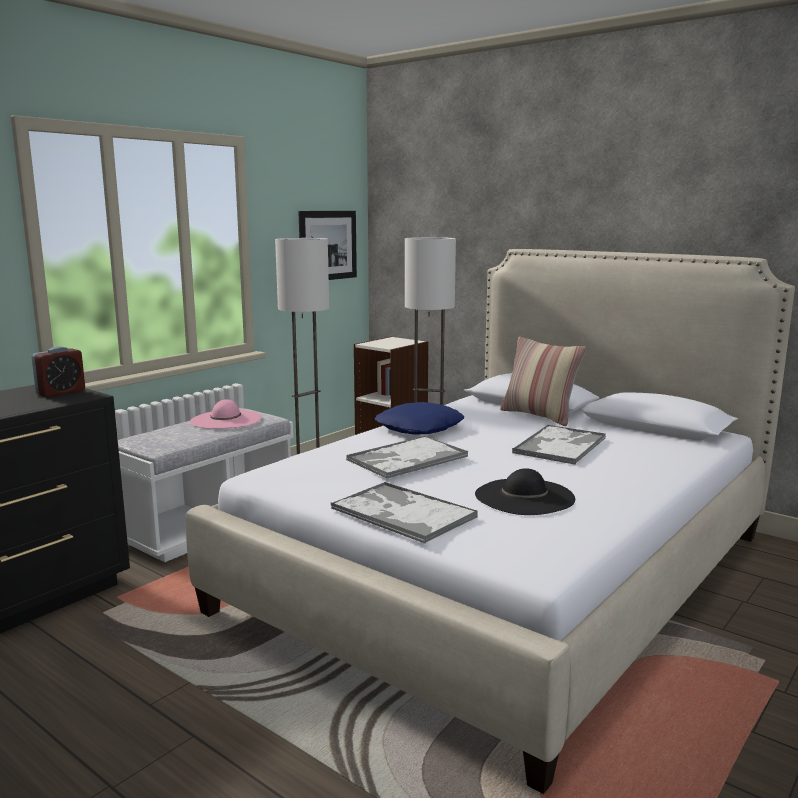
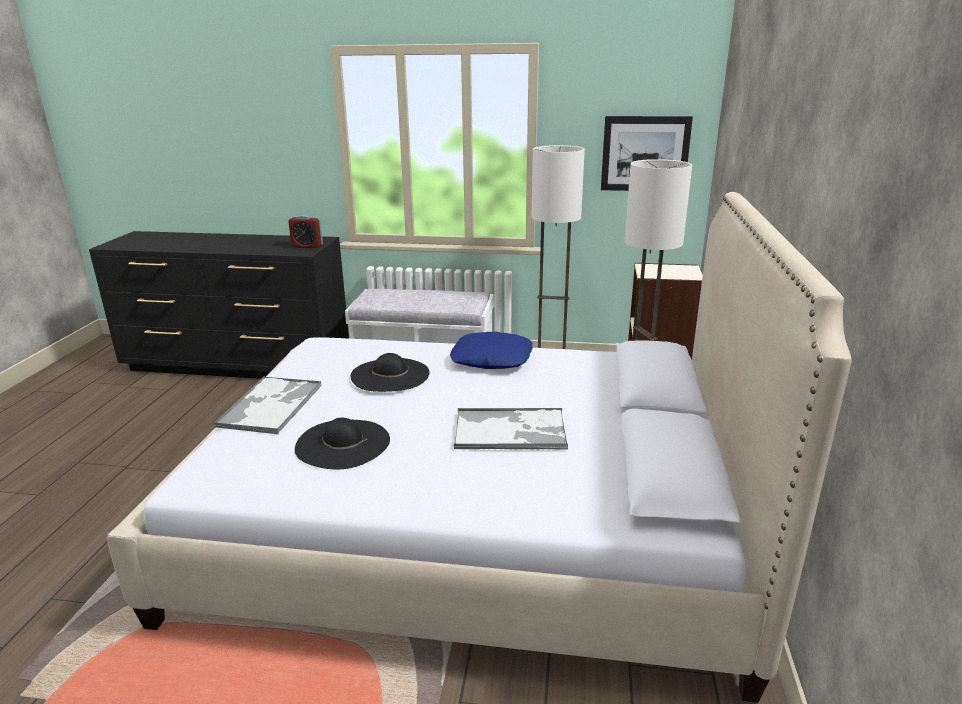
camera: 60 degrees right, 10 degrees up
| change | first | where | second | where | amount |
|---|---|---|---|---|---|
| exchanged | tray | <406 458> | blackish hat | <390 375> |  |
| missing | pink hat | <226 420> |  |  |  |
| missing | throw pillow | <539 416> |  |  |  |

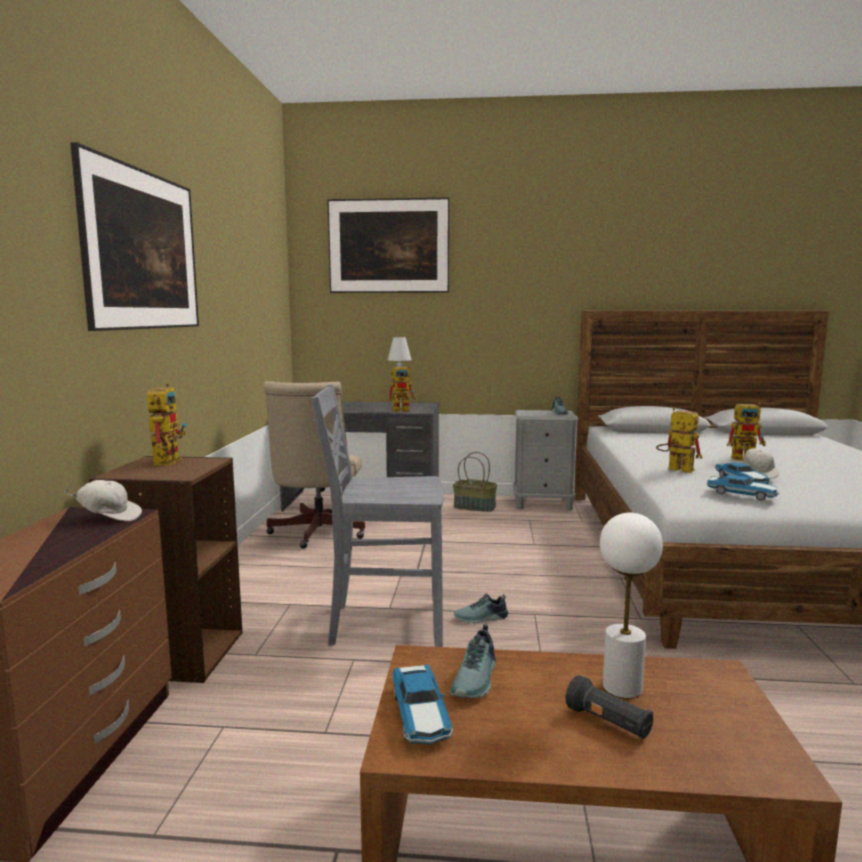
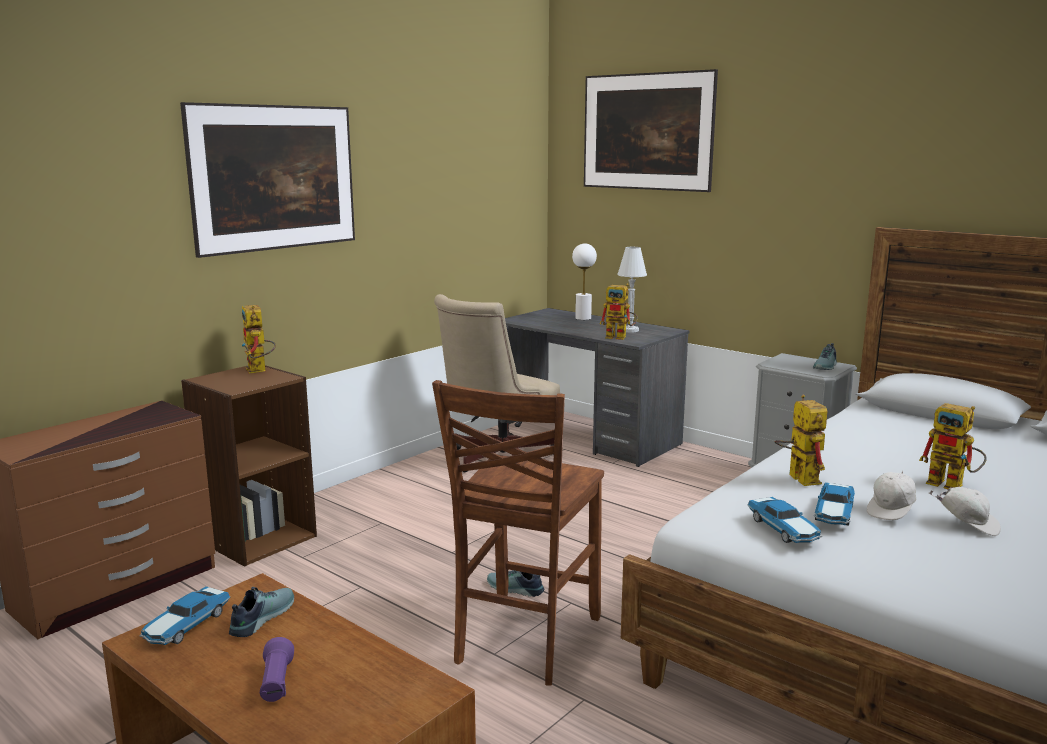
camera: 35 degrees right, 5 degrees up
| change | first | where | second | where | amount |
|---|---|---|---|---|---|
| spun | item of footwear | <477 679> |  | <260 618> | 150 degrees clockwise |
| spun | robot figure | <167 460> |  | <259 371> | 120 degrees clockwise |
| colour | blackish torch | <609 723> | purple-coloured torch | <276 683> |  |
| appeared |  |  | brown upright chair | <524 640> |  |
| relocated | white-coloured table lamp | <621 687> |  | <583 318> |  |
| relocated | white-coloured peaked cap | <109 517> |  | <967 525> |  |
| missing | gray upright chair | <384 624> |  |  |  |
| missing | basket | <475 507> |  |  |  |

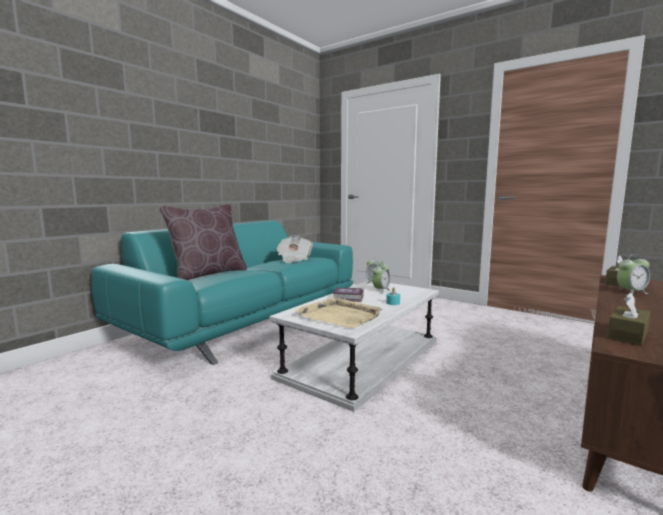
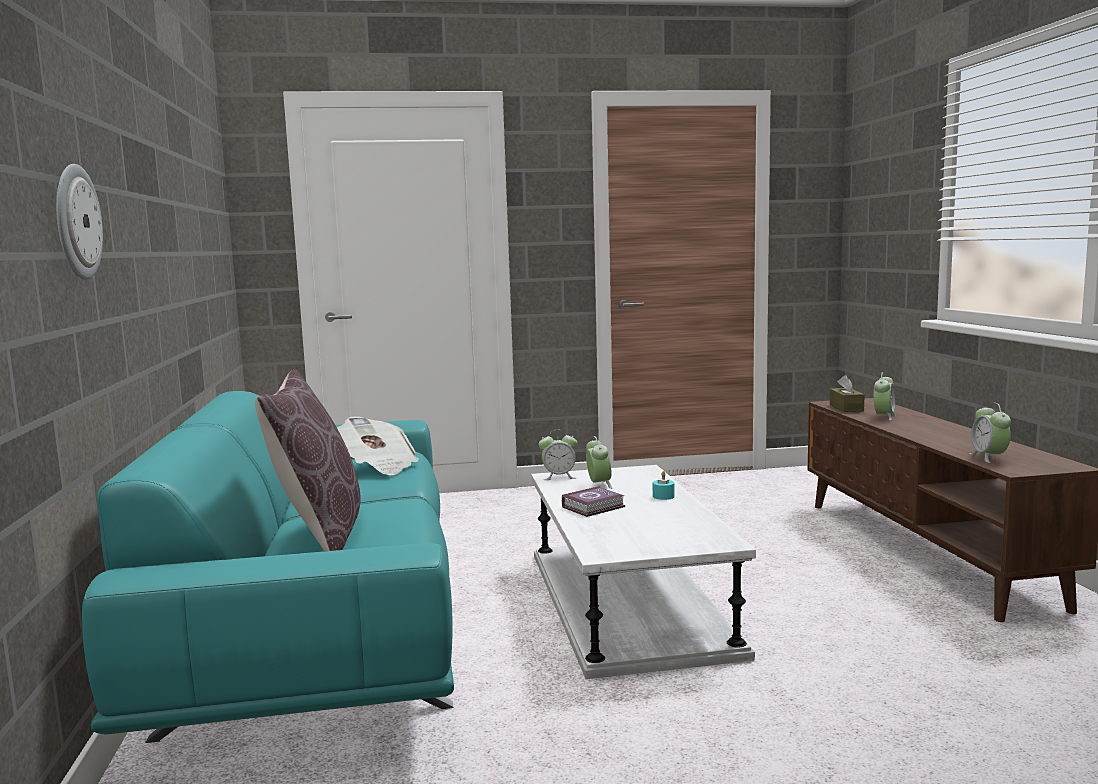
camera: 45 degrees left, 0 degrees up
| change | first | where | second | where | amount |
|---|---|---|---|---|---|
| appeared |  |  | wall clock | <76 222> |  |
| exchanged | brown box of tissues | <627 335> | table clock | <989 457> |  |
| missing | beige tray | <340 315> |  |  |  |

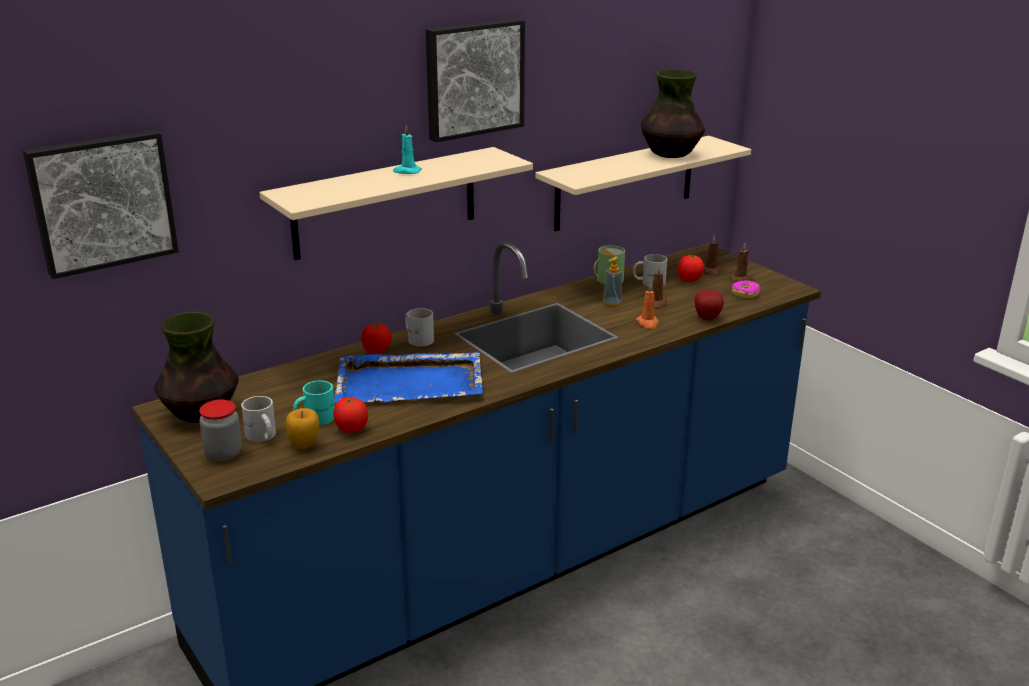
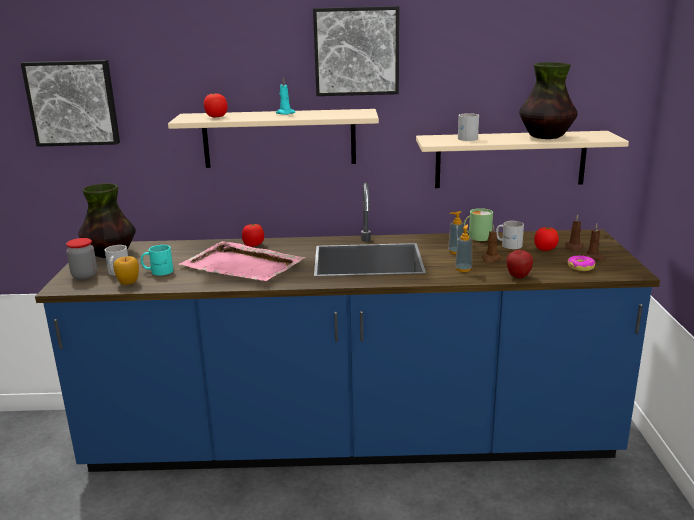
camera: 35 degrees right, 5 degrees down
| change | first | where | second | where | amount |
|---|---|---|---|---|---|
| colour | blue-coloured tray | <411 382> | pink tray | <243 266> |  |
| relocated | whole tomato | <351 429> |  | <216 117> |  |
| exchanged | orange wax candle | <647 323> | soap bottle | <463 269> |  |
| relocated | white-coloured tea mug | <418 338> |  | <467 138> |  |

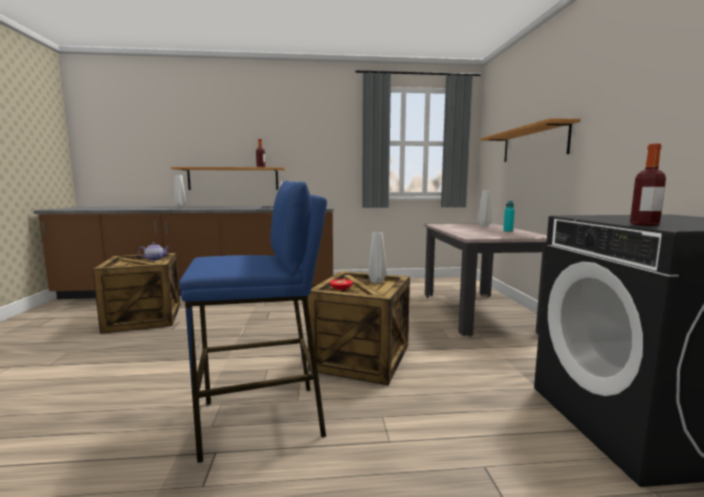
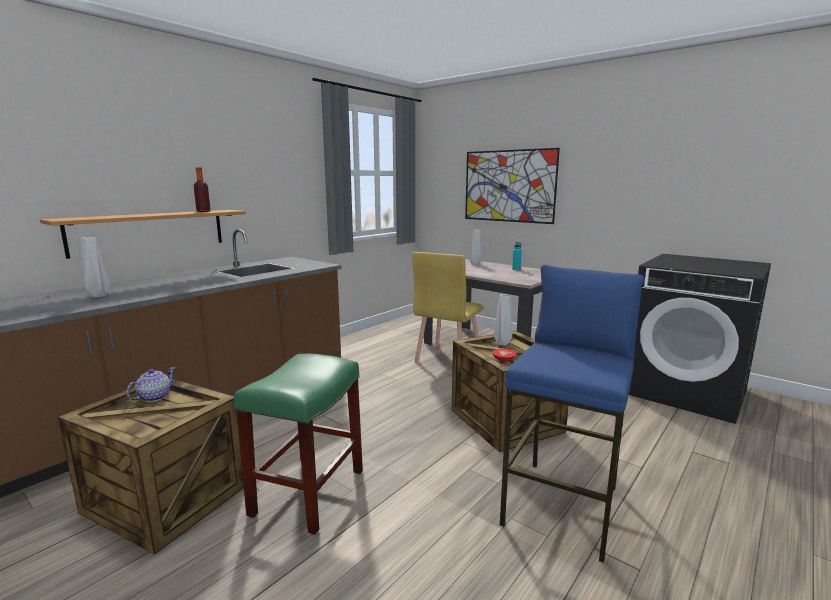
camera: 45 degrees left, 5 degrees up
| change | first | where | second | where | amount |
|---|---|---|---|---|---|
| appeared |  |  | greenish sitting stool | <308 491> |  |
| appeared |  |  | yellow upright chair | <447 358> |  |
| exchanged | shelf | <533 144> | picture | <508 186> |  |
| missing | drink bottle | <644 224> |  |  |  |

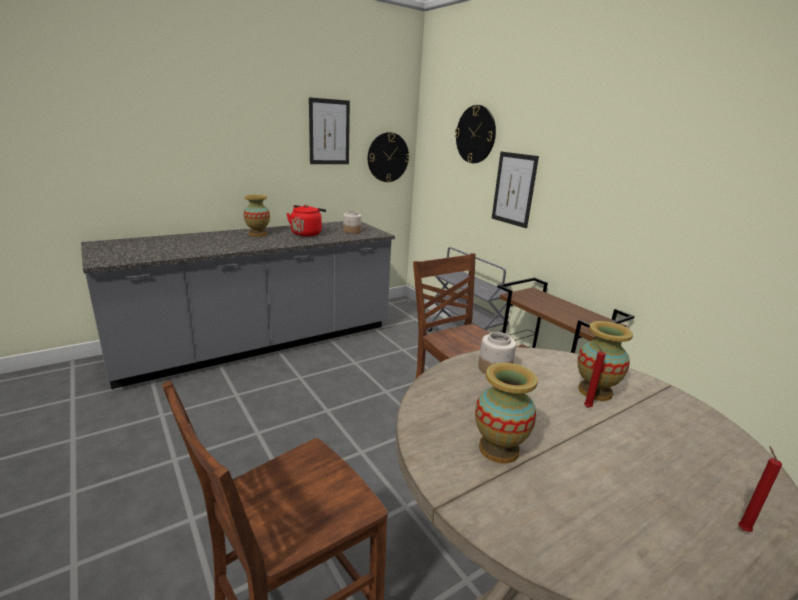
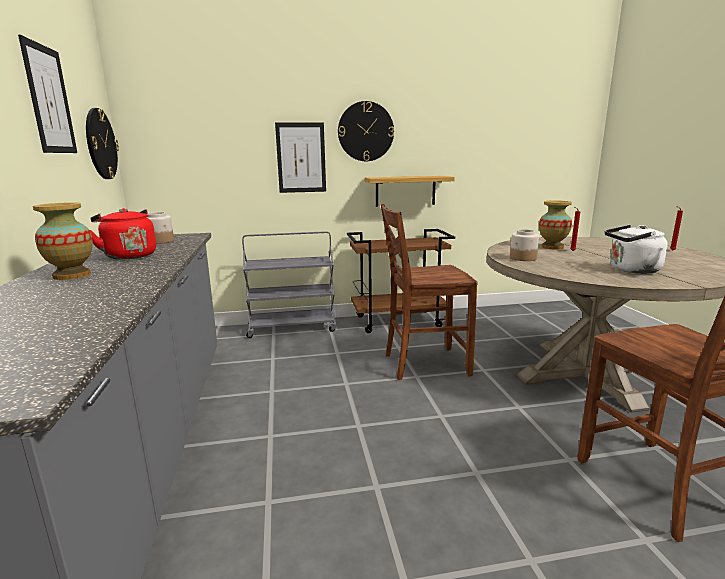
camera: 65 degrees left, 5 degrees down
| change | first | where | second | where | amount |
|---|---|---|---|---|---|
| relocated | wall clock | <475 134> |  | <365 131> |  |
| appeared |  |  | shelf | <405 191> |  |
| exchanged | flower vase | <498 449> | white-coloured kettle | <631 270> |  |

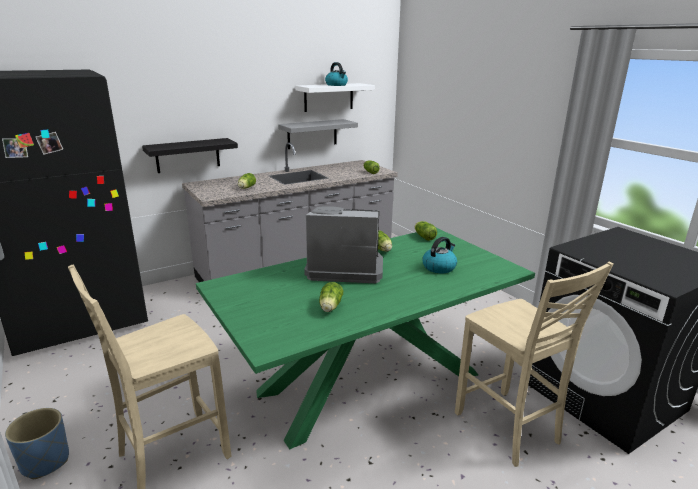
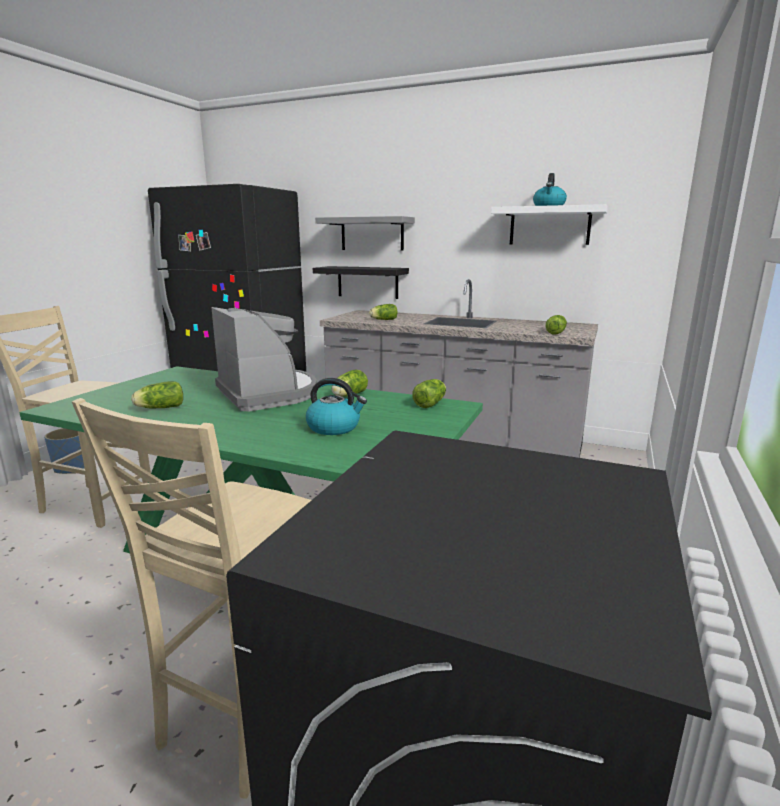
camera: 55 degrees right, 5 degrees down
| change | first | where | second | where | amount |
|---|---|---|---|---|---|
| relocated | gray shelf | <312 134> |  | <372 234> |  |

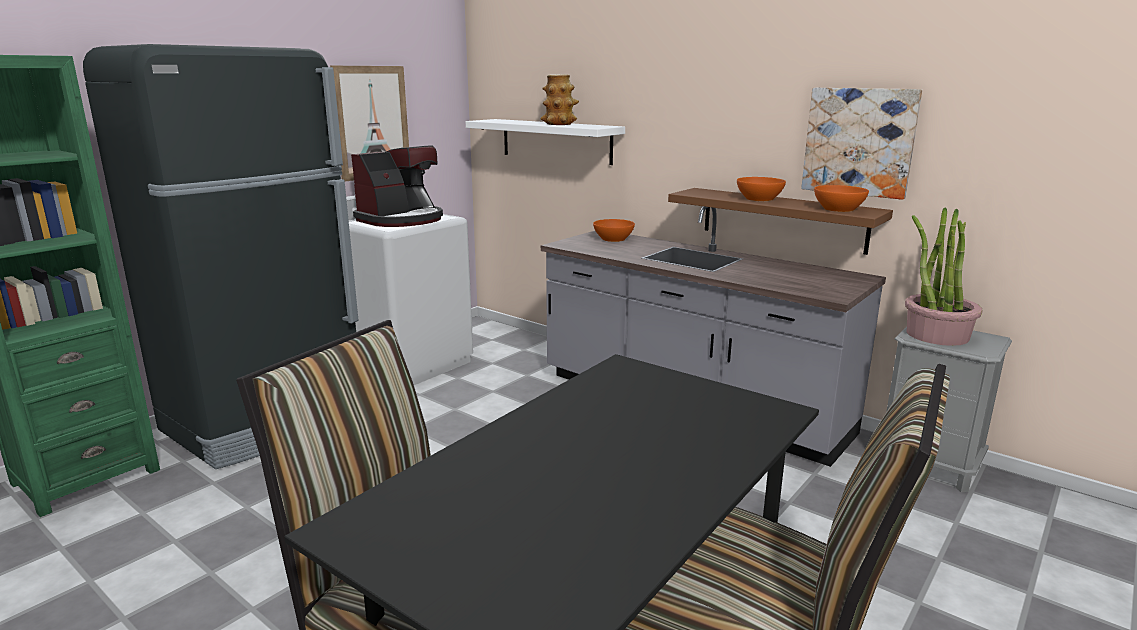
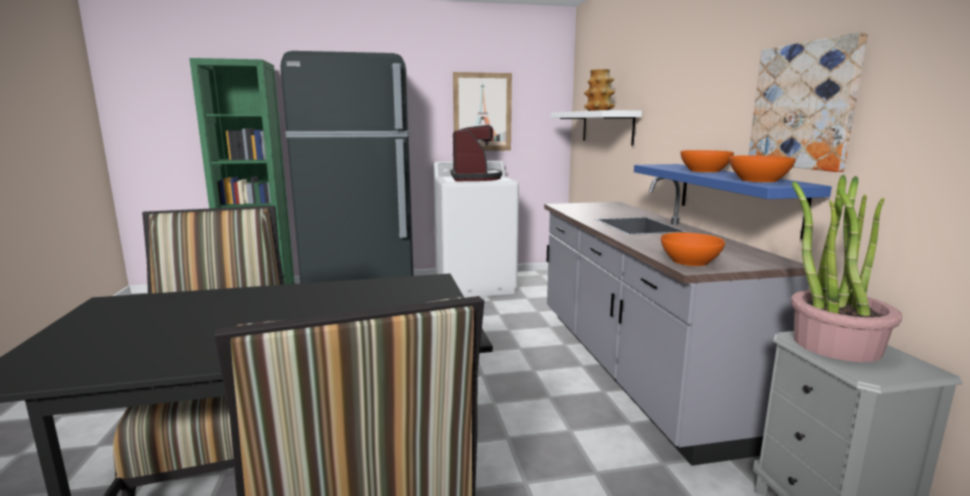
camera: 40 degrees right, 5 degrees down
| change | first | where | second | where | amount |
|---|---|---|---|---|---|
| spun | coffee brewer | <402 220> |  | <475 178> | 90 degrees counterclockwise |
| colour | brown shelf | <782 219> | blue-coloured shelf | <736 196> |  |
| relocated | orange deep dish | <613 239> |  | <690 261> |  |

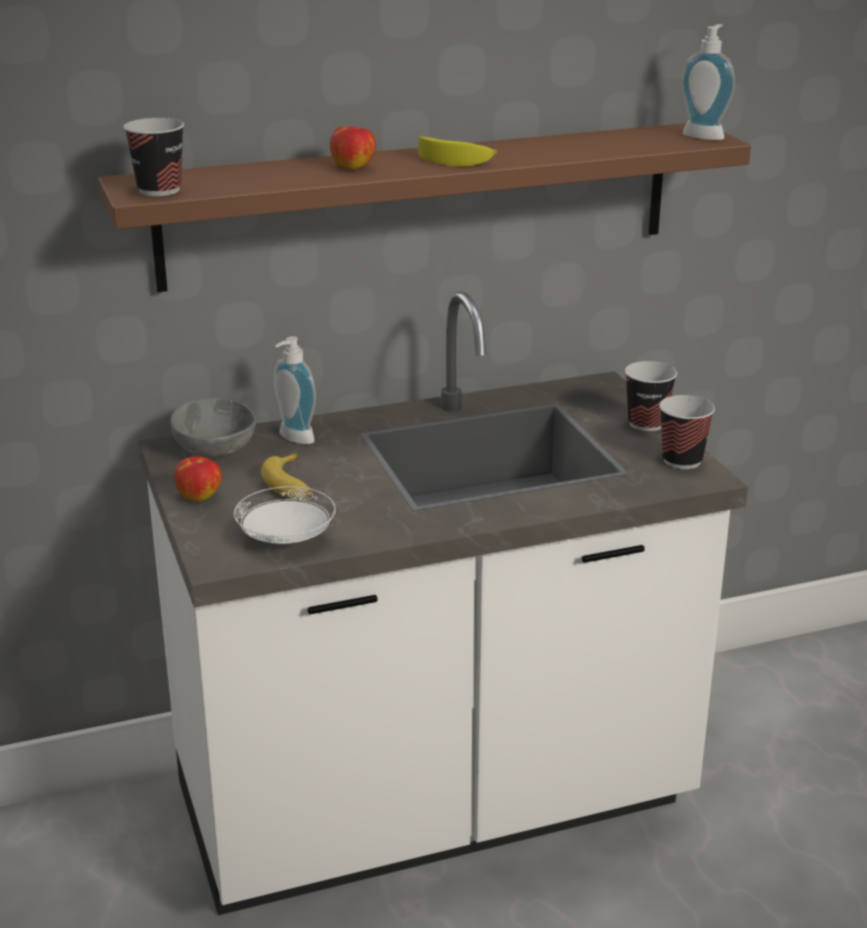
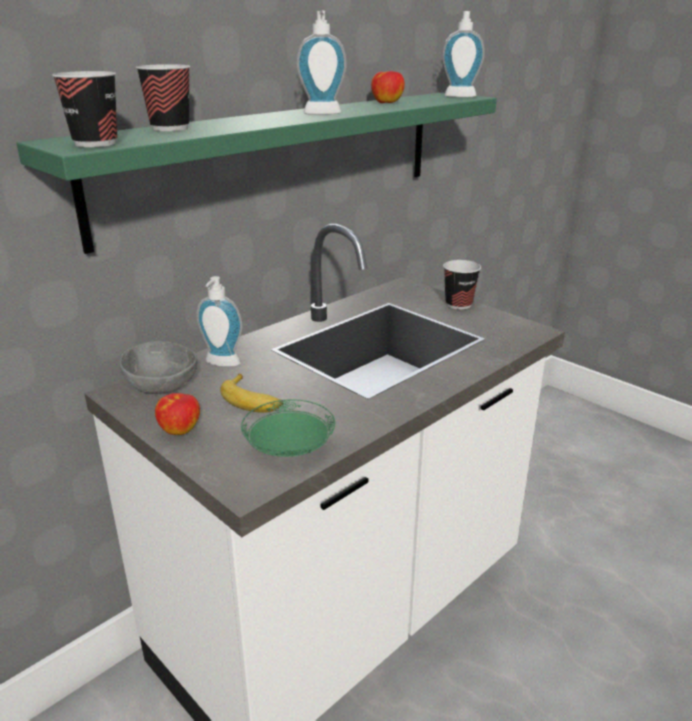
camera: 25 degrees left, 0 degrees up
| change | first | where | second | where | amount |
|---|---|---|---|---|---|
| colour | brown shelf | <420 204> | greenish shelf | <281 160> |  |
| relocated | cup | <682 460> |  | <170 128> |  |
| colour | white-coloured flat dish | <287 540> | greenish flat dish | <290 449> |  |
| exchanged | banana | <456 160> | soap bottle | <323 114> |  |
| relocated | apple | <353 167> |  | <387 103> |  |

